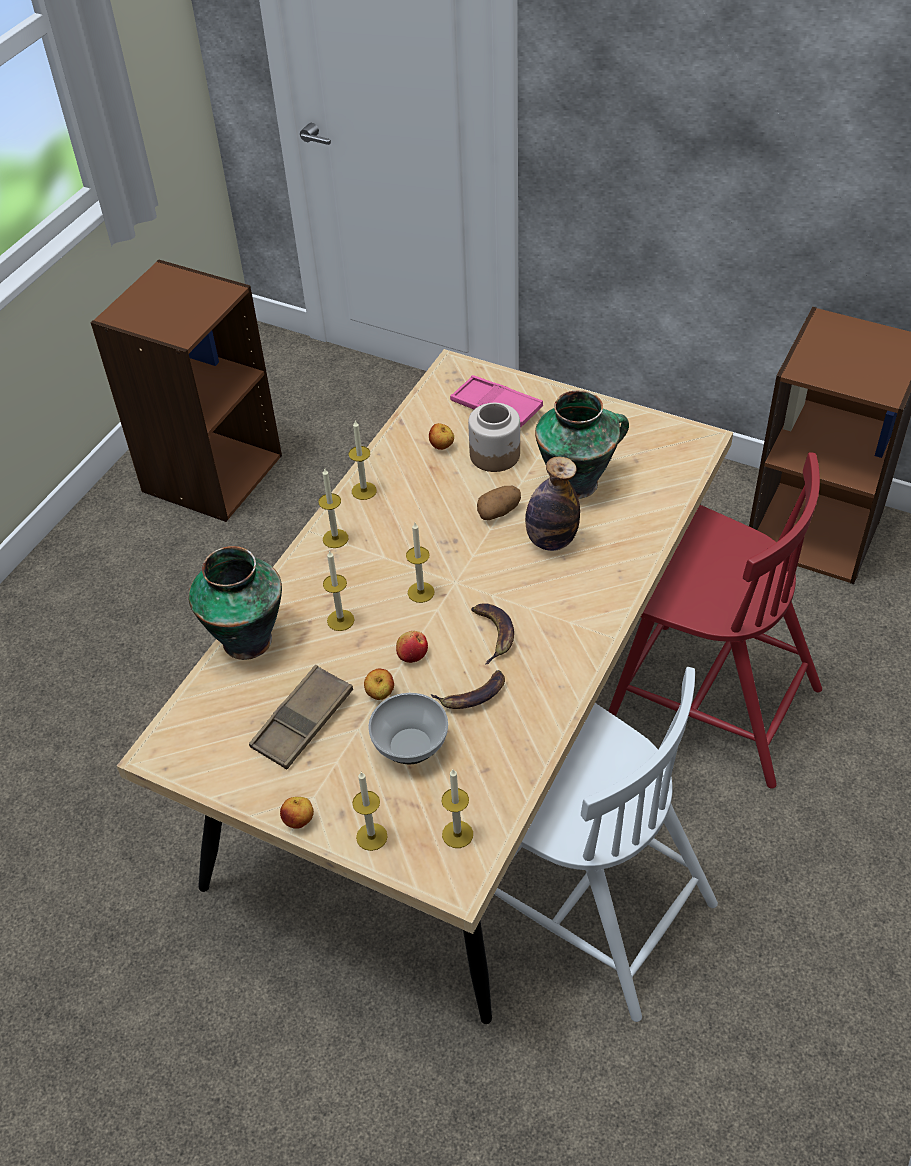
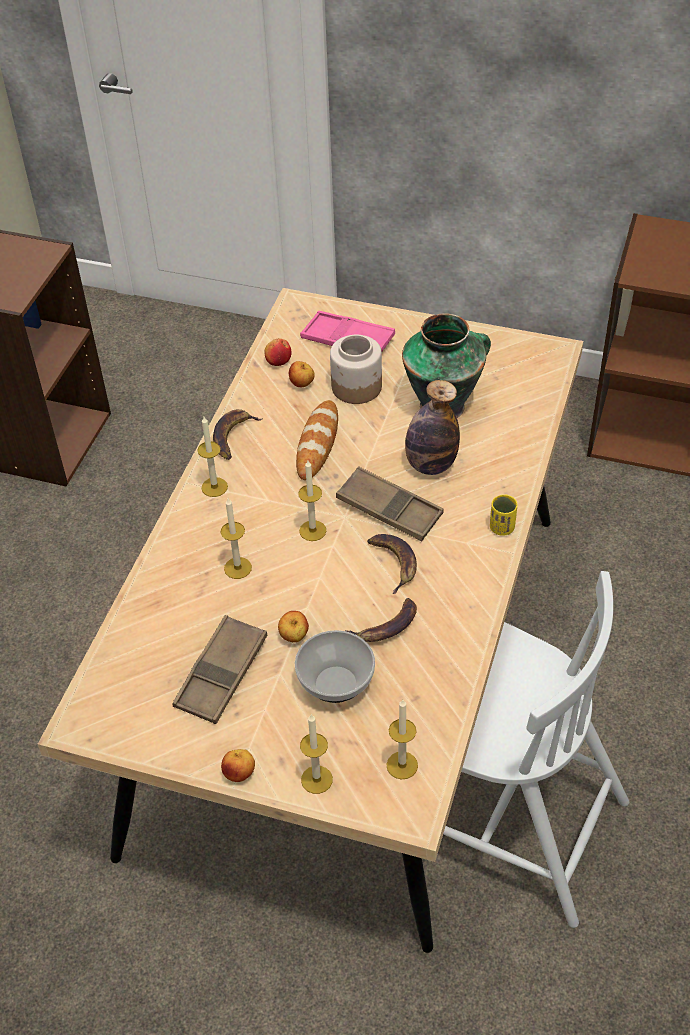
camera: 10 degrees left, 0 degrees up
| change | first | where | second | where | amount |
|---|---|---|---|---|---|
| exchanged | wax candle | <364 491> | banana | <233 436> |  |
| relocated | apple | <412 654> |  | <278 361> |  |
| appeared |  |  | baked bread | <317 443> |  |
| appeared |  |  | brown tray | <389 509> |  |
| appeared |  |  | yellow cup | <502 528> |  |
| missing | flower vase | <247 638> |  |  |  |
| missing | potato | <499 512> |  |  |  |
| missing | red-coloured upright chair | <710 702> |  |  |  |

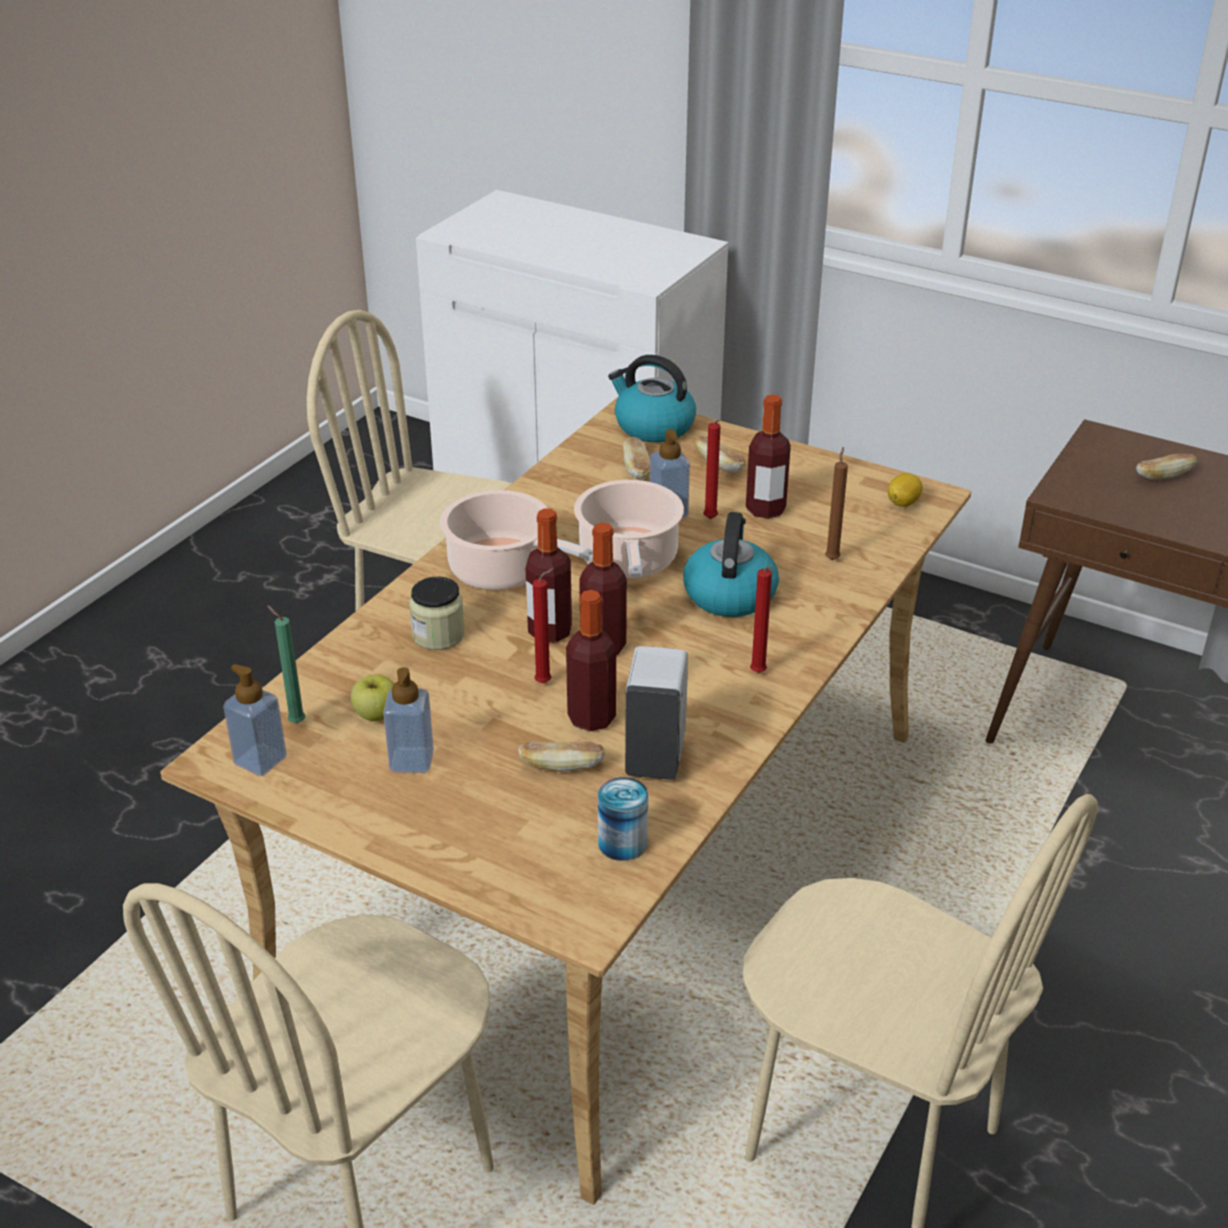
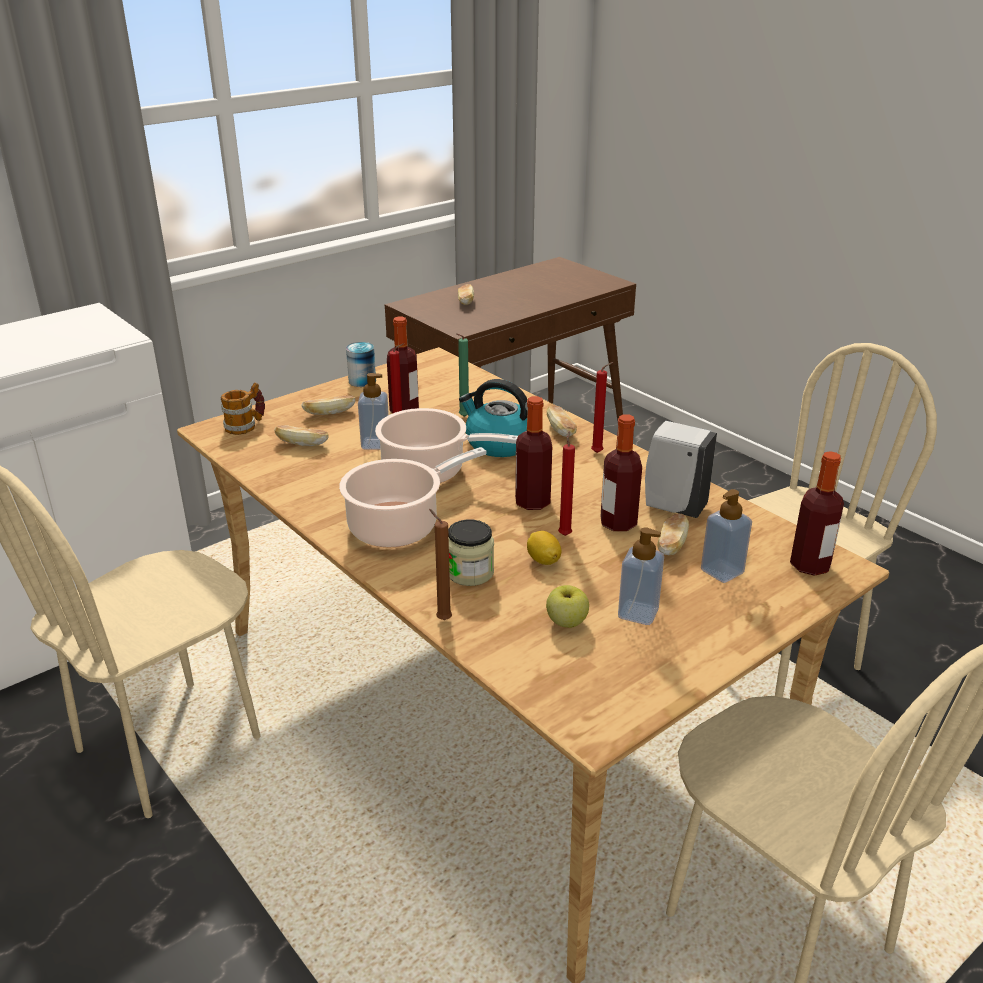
camera: 70 degrees left, 5 degrees down
| change | first | where | second | where | amount |
|---|---|---|---|---|---|
| exchanged | kettle | <653 426> | tea mug | <246 426> |  |
| relocated | sealed can | <622 843> |  | <362 381> |  |
| relocated | brown wax candle | <832 558> |  | <442 619> |  |
| relocated | greenish wax candle | <294 722> |  | <462 417> |  |
| relocated | lemon | <903 503> |  | <543 560> |  |
| appeared |  |  | baked bread | <561 430> |  |
| relocated | soap bottle | <260 760> |  | <722 571> |  |
| relocated | drink bottle | <550 631> |  | <810 565> |  |

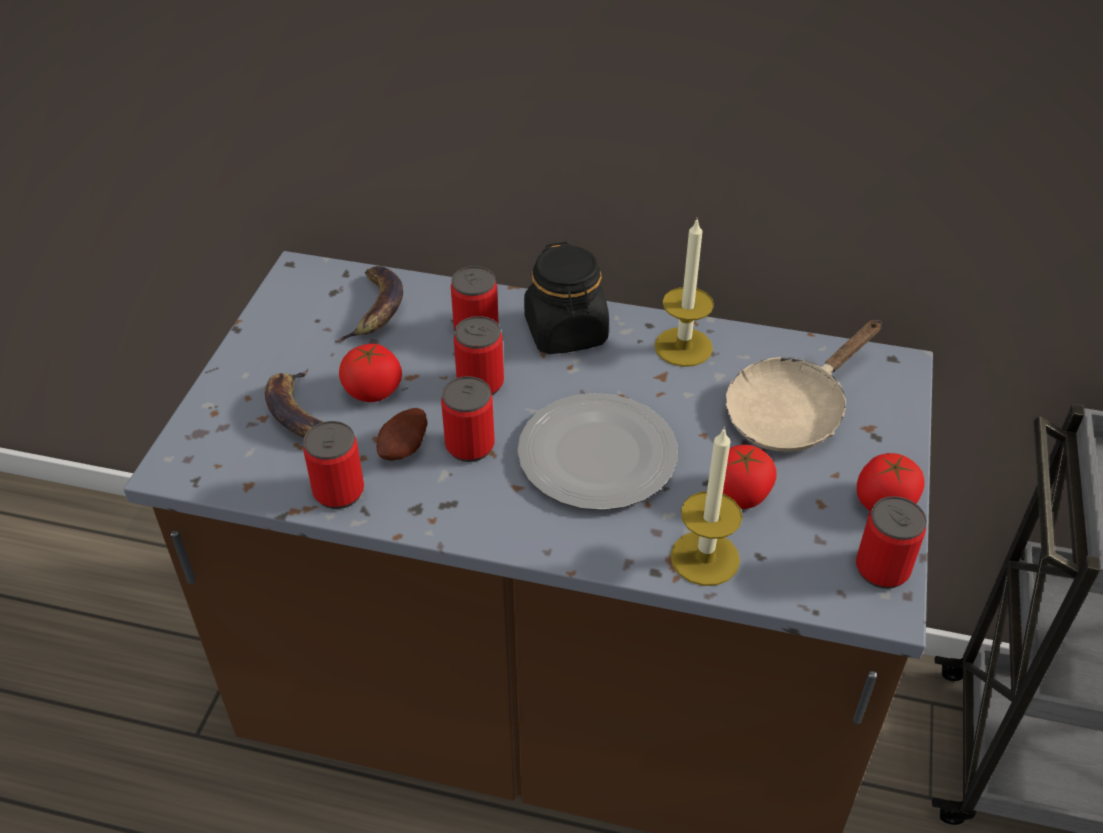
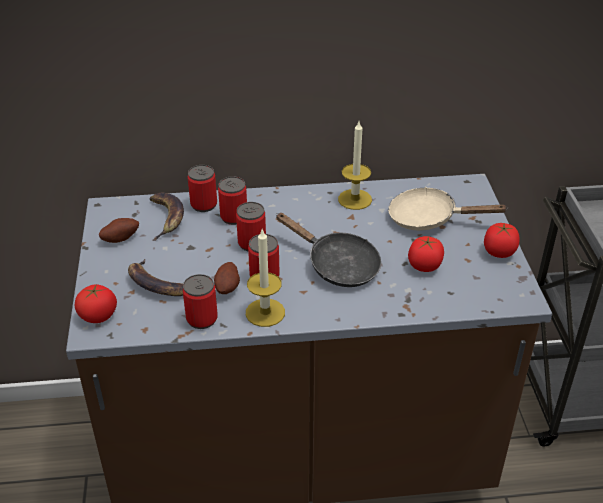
camera: 20 degrees left, 5 degrees down
| change | first | where | second | where | amount |
|---|---|---|---|---|---|
| relocated | whole tomato | <372 391> |  | <98 316> |  |
| appeared |  |  | potato | <120 238> |  |
| relocated | sealed can | <882 569> |  | <204 205> |  |
| relocated | wax candle | <705 558> |  | <265 312> |  |
| exchanged | flat dish | <595 456> | blackish pan | <337 265> |  |
| spun | beige pan | <791 411> |  | <429 218> | 75 degrees clockwise |
| missing | blackish preserve jar | <566 332> |  |  |  |

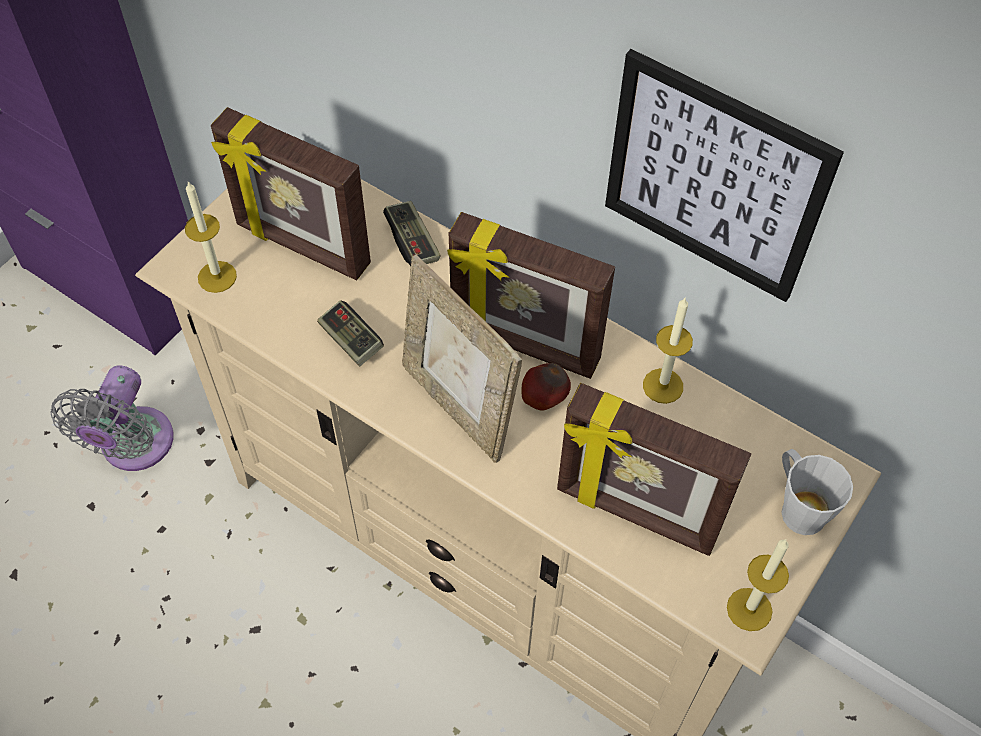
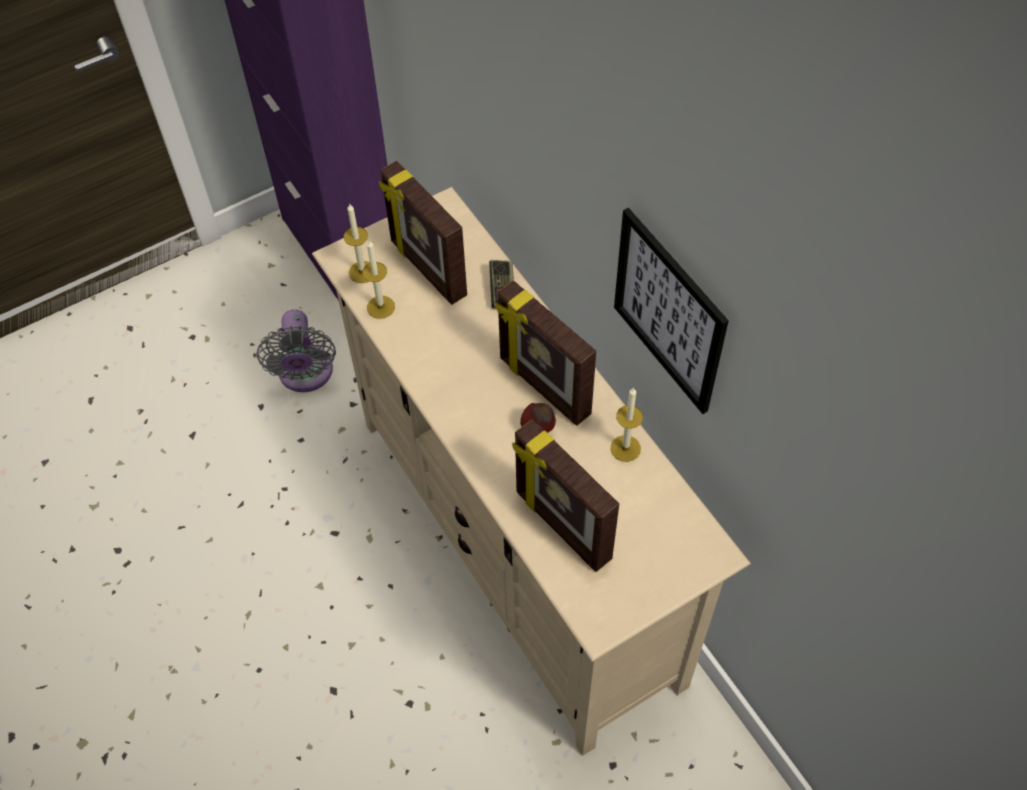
camera: 25 degrees right, 0 degrees up
| change | first | where | second | where | amount |
|---|---|---|---|---|---|
| spun | gray electric fan | <133 447> |  | <305 375> | 45 degrees counterclockwise |
| relocated | wax candle | <749 609> |  | <381 307> |  |
| missing | joypad | <351 340> |  |  |  |
| missing | standing frame | <458 406> |  |  |  |
| missing | gray tea mug | <798 507> |  |  |  |

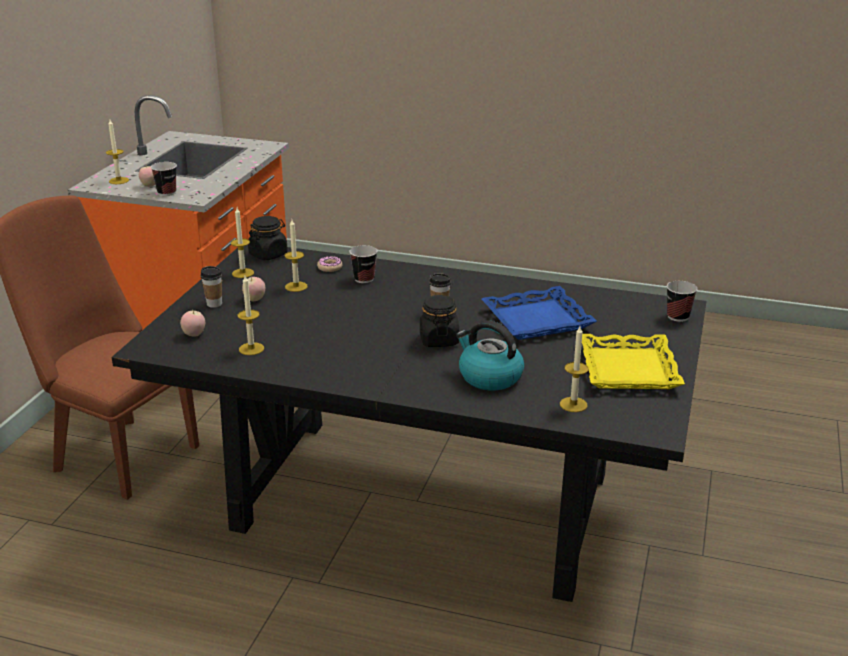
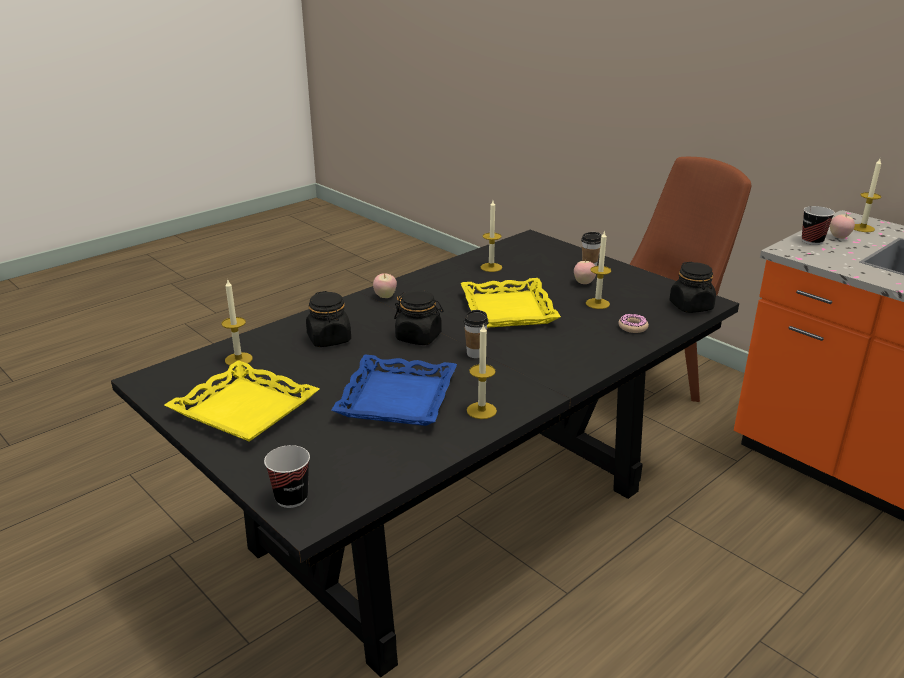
camera: 120 degrees right, 0 degrees up
| change | first | where | second | where | amount |
|---|---|---|---|---|---|
| exchanged | kettle | <489 377> | blackish preserve jar | <329 339> |  |
| relocated | apple | <194 335> |  | <385 296> |  |
| appeared |  |  | yellow tray | <509 310> |  |
| relocated | wax candle | <243 273> |  | <481 410> |  |
| missing | cup | <364 279> |  |  |  |

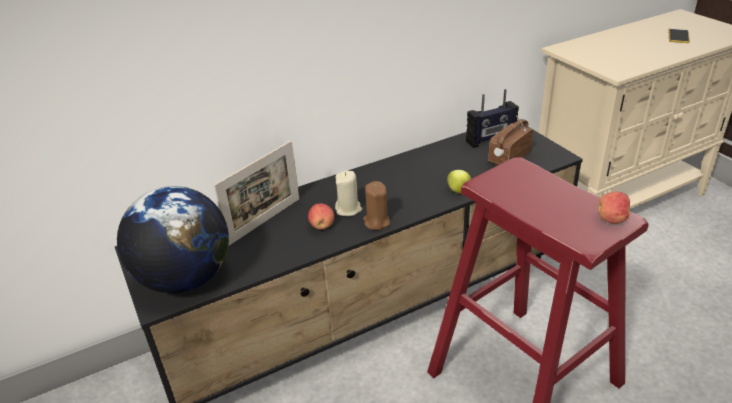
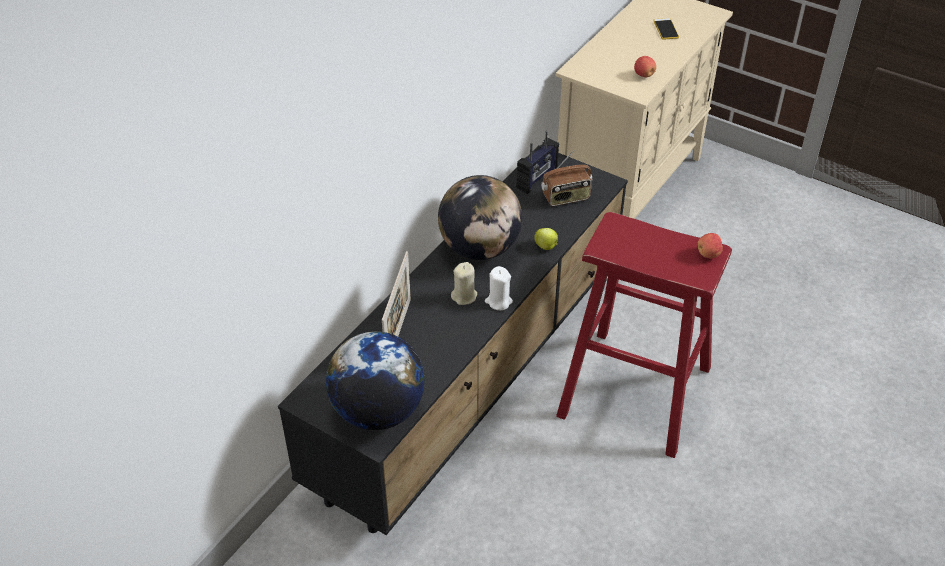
camera: 30 degrees left, 10 degrees up
| change | first | where | second | where | amount |
|---|---|---|---|---|---|
| appeared |  |  | globe | <479 248> |  |
| colour | brown wax candle | <376 222> | white-coloured wax candle | <498 301> |  |
| spun | radio set | <508 158> |  | <566 198> | 120 degrees counterclockwise |
| relocated | apple | <322 226> |  | <644 75> |  |

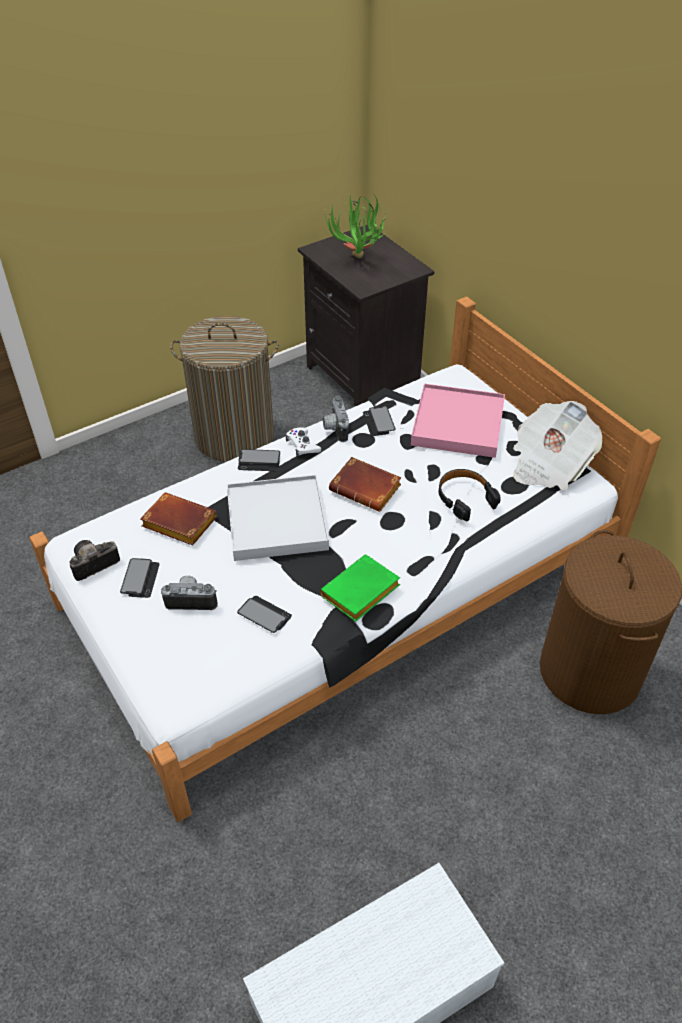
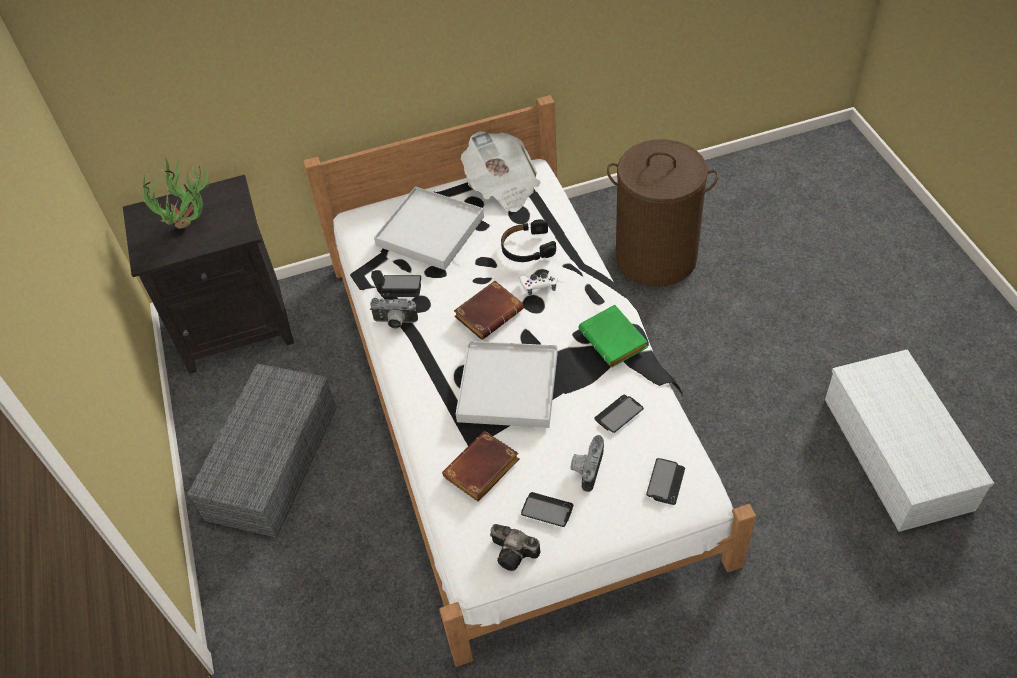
camera: 70 degrees left, 5 degrees up
| change | first | where | second | where | amount |
|---|---|---|---|---|---|
| exchanged | washing basket | <234 436> | gray storage box | <272 459> |  |
| colour | pink tray | <457 424> | white-coloured tray | <430 231> |  |
| spun | still camera | <92 565> |  | <515 553> | 45 degrees counterclockwise |
| relocated | white-coloured joypad | <302 445> |  | <539 284> |  |
| relocated | phone | <259 461> |  | <665 482> |  |

